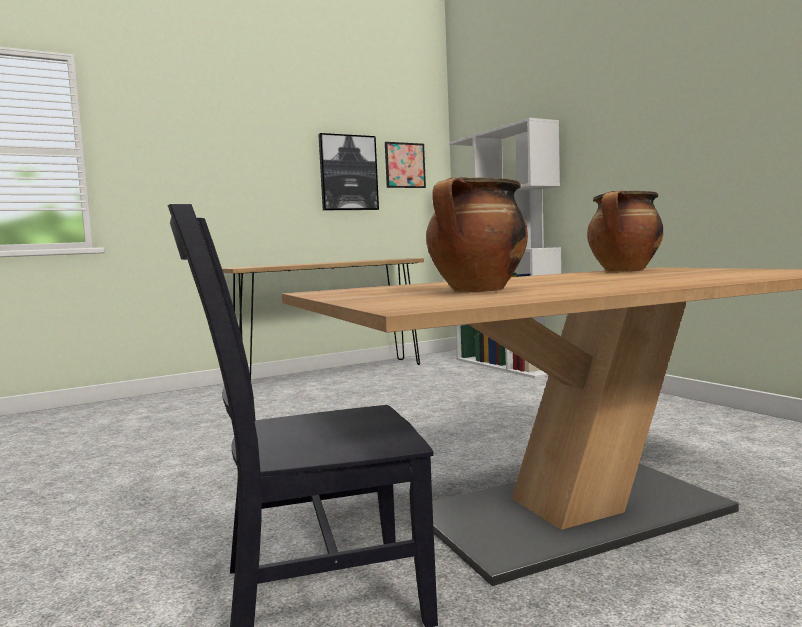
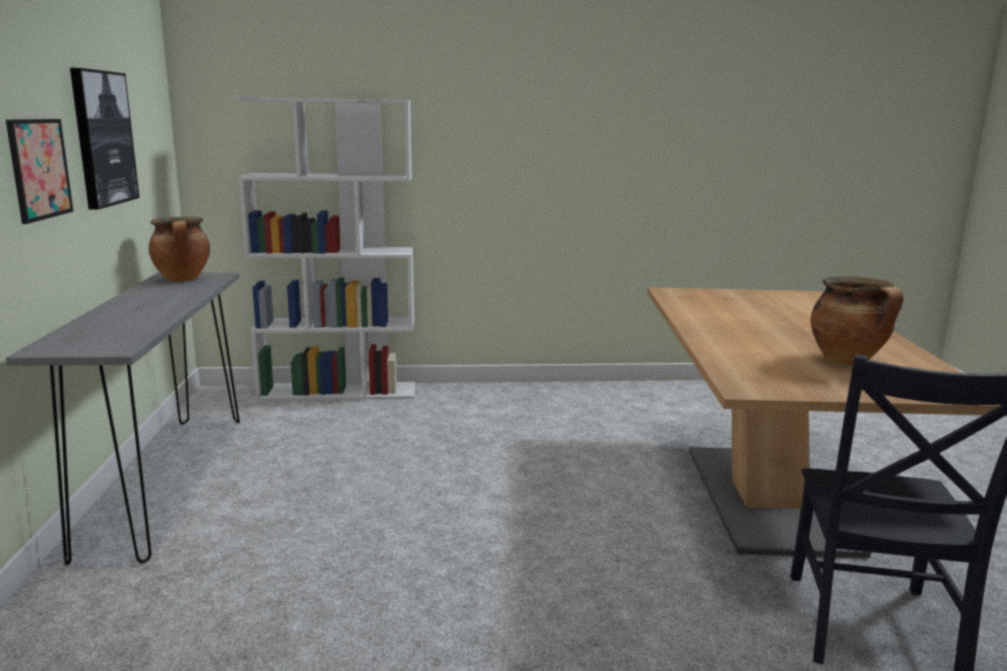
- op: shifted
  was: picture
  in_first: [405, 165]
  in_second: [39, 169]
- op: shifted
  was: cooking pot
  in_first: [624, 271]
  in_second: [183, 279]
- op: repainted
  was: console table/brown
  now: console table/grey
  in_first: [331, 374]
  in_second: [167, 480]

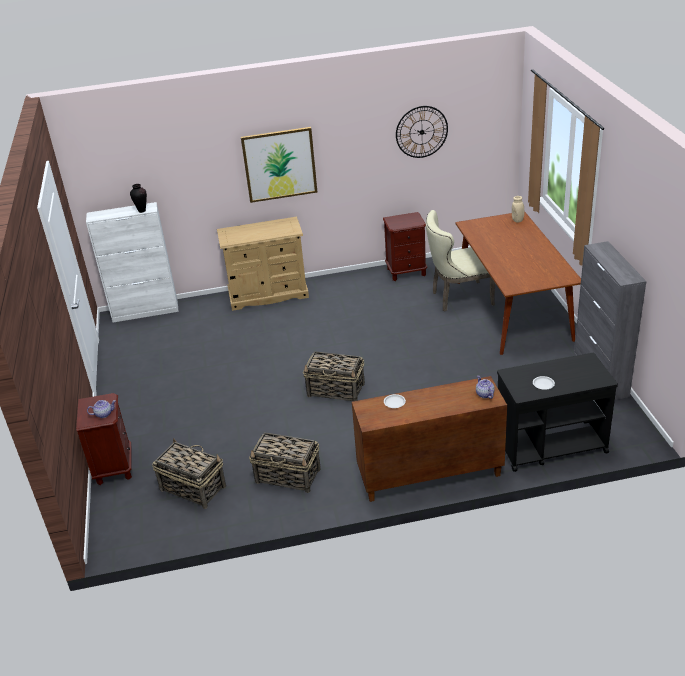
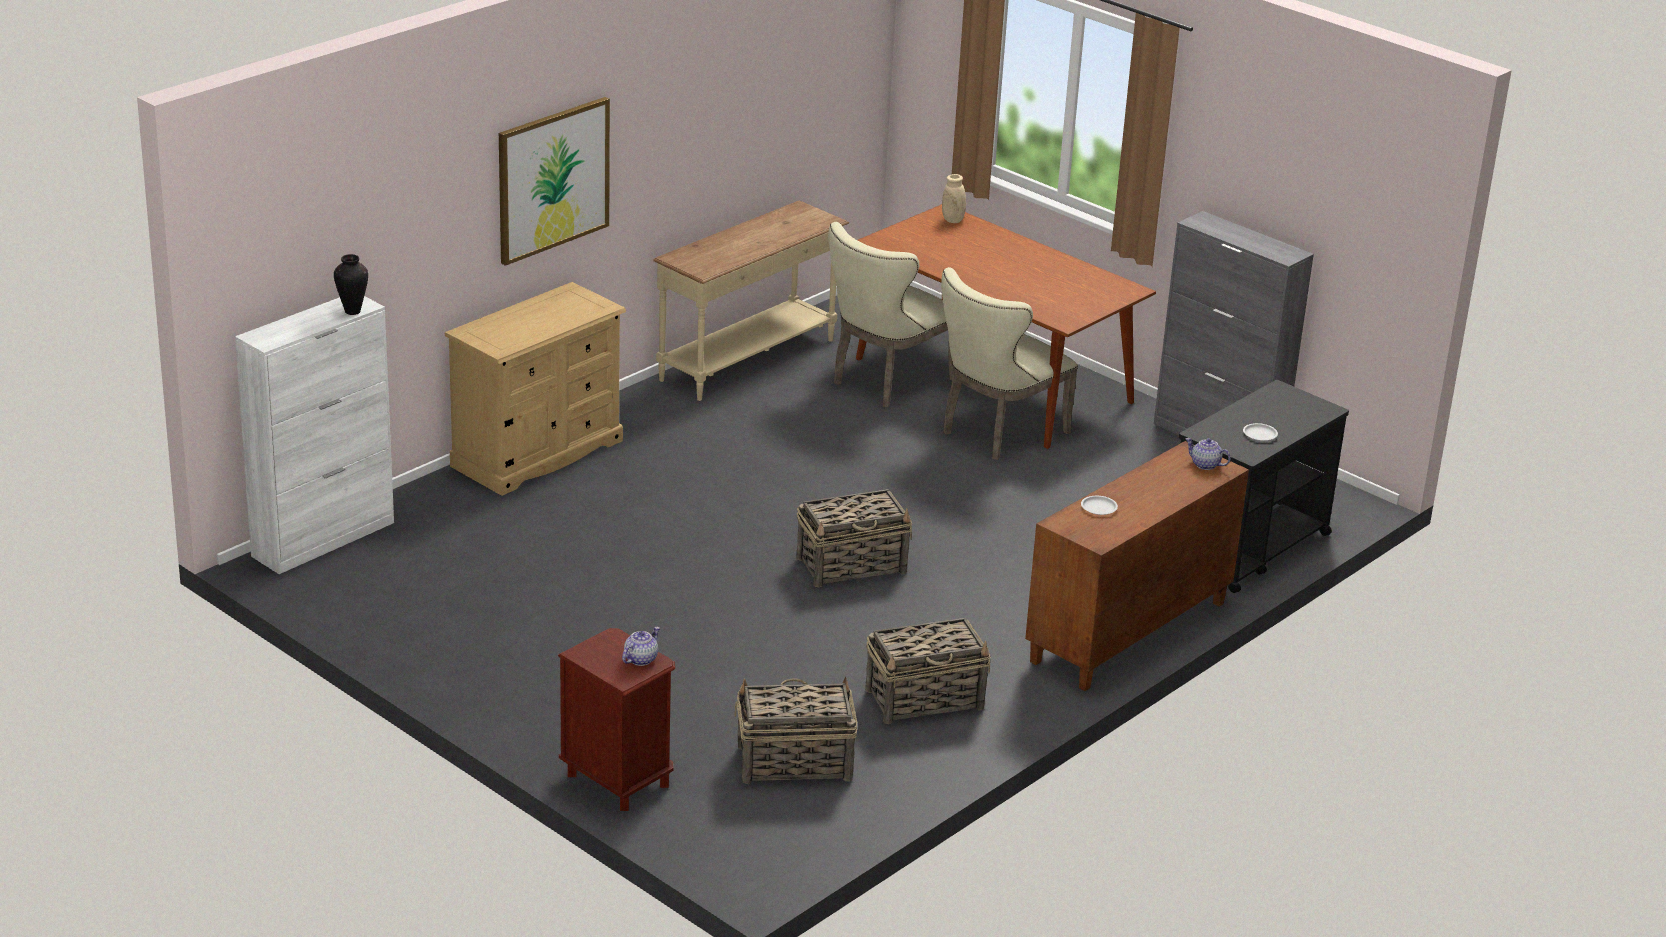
- op: gone
  was: wall clock
  in_first: [421, 132]
- op: swapped
  was: nightstand/brown
  now: console table/beige
  in_first: [406, 272]
  in_second: [749, 361]
- op: new
  now: chair/beige
  in_second: [997, 433]

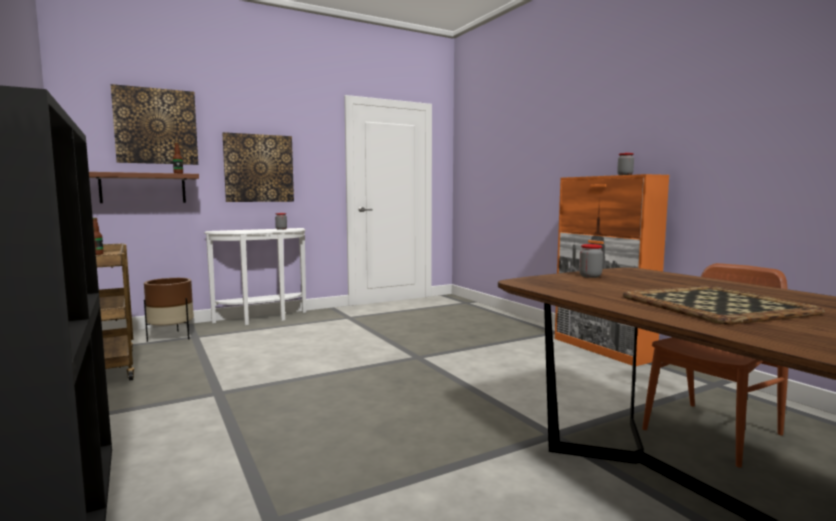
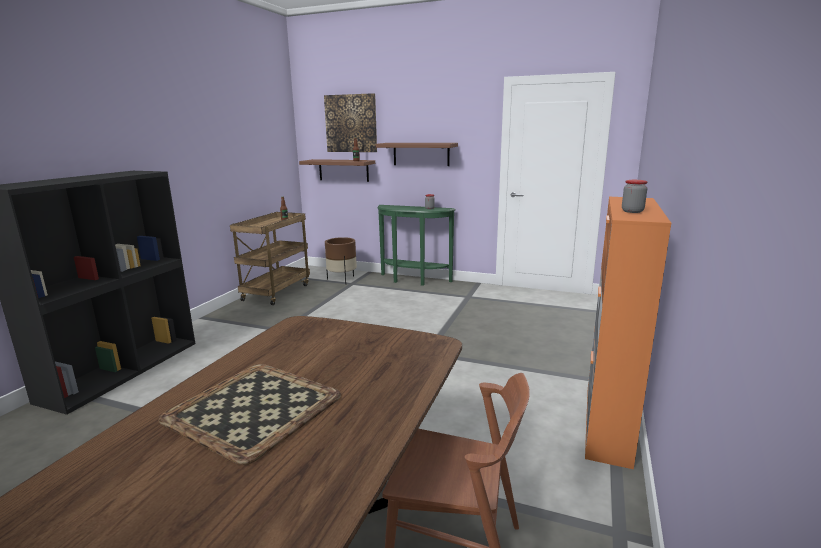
- op: swapped
  was: picture
  now: shelf/brown
  in_first: [259, 168]
  in_second: [421, 154]
- op: repainted
  was: console table/white
  now: console table/green
  in_first: [263, 319]
  in_second: [413, 280]
- op: gone
  was: jar
  in_first: [590, 276]

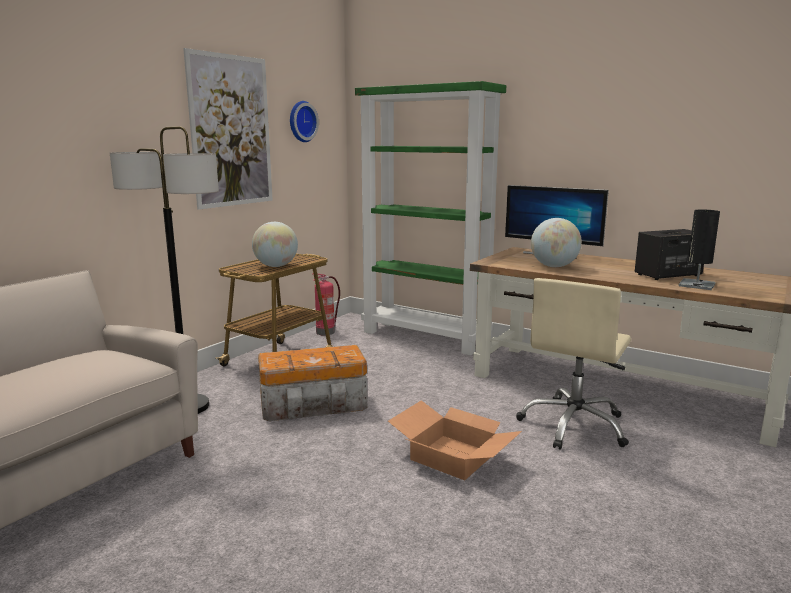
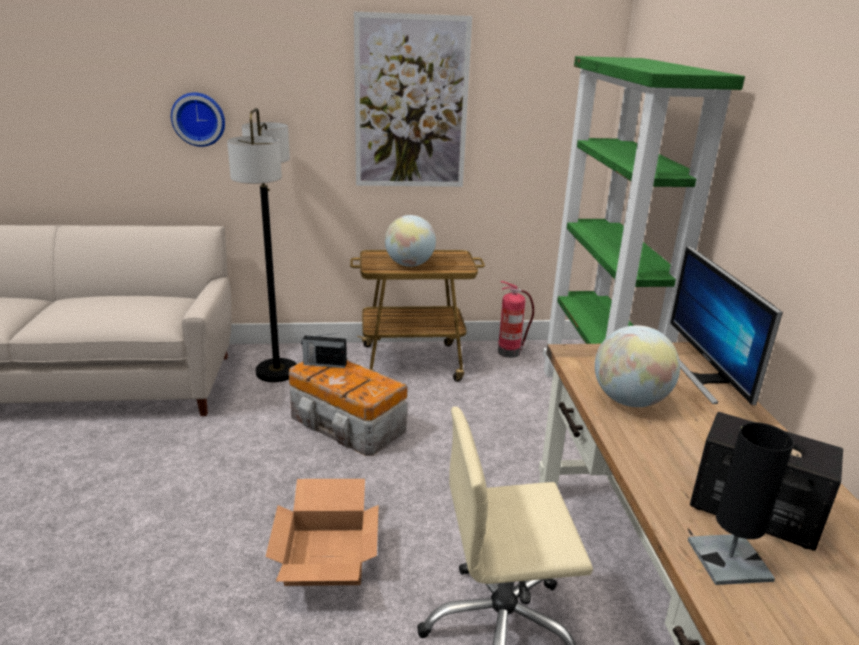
- op: shifted
  was: wall clock
  in_first: [301, 121]
  in_second: [199, 119]
- op: new
  now: radio
  in_second: [324, 364]

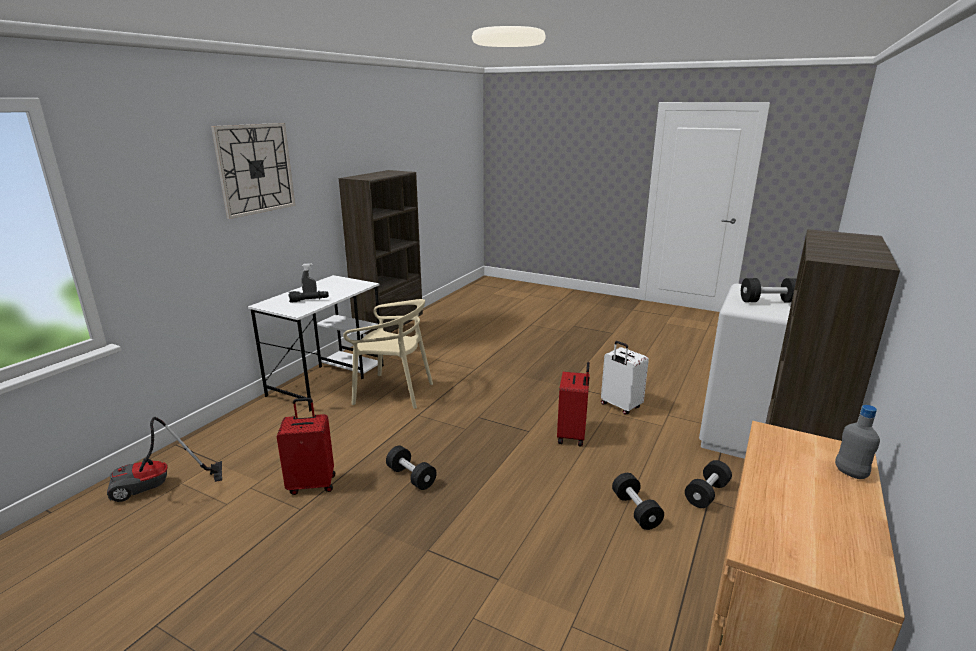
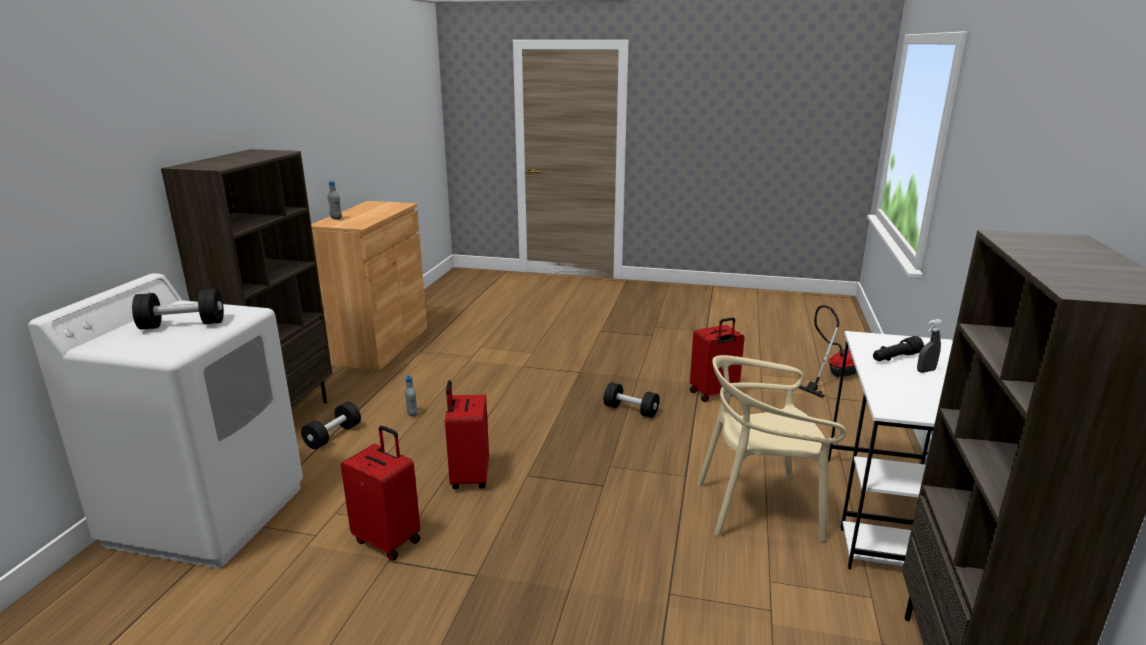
- op: gone
  was: wall clock
  in_first: [255, 169]
- op: repainted
  was: suitcase/white
  now: suitcase/red
  in_first: [620, 406]
  in_second: [388, 540]
- op: swapped
  was: dumbbell/black
  now: bottle/grey
  in_first: [635, 510]
  in_second: [412, 414]

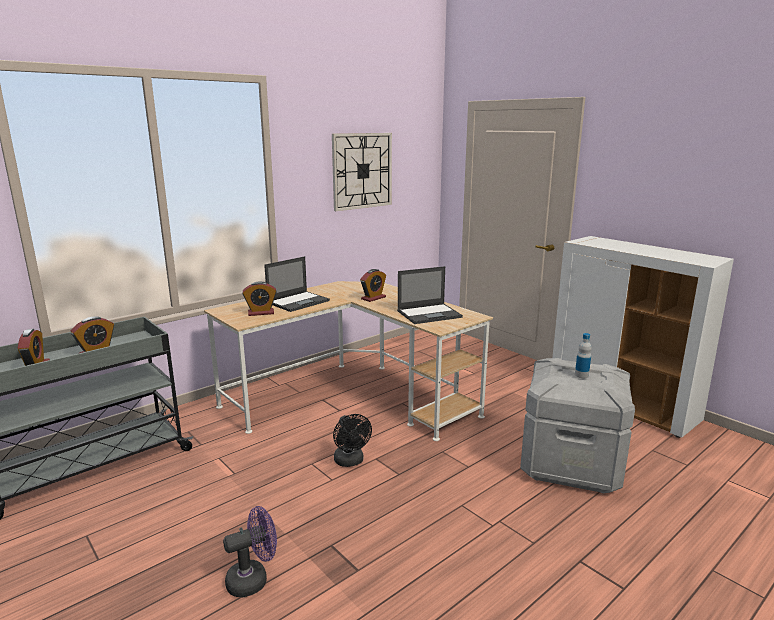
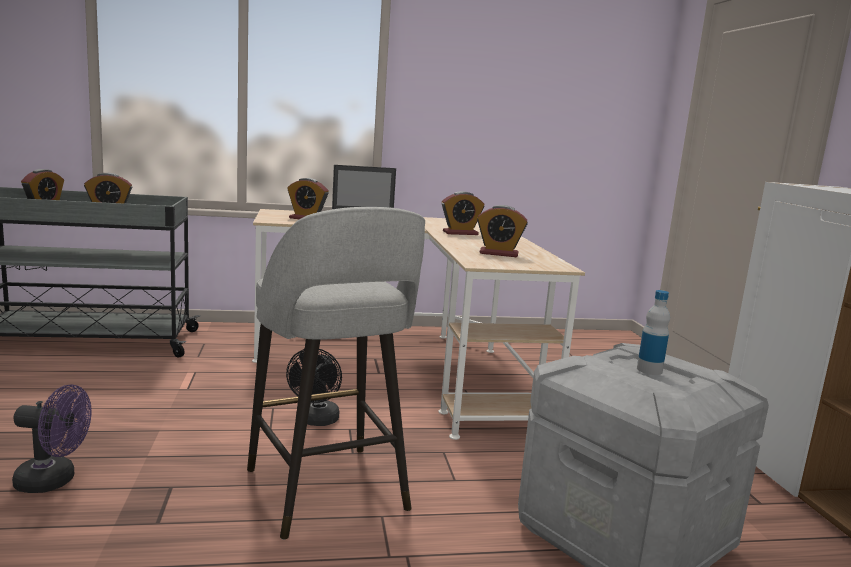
- op: gone
  was: wall clock
  in_first: [362, 171]
- op: swapped
  was: laptop
  now: alarm clock
  in_first: [429, 314]
  in_second: [498, 253]
- op: new
  now: stool/grey
  in_second: [328, 492]

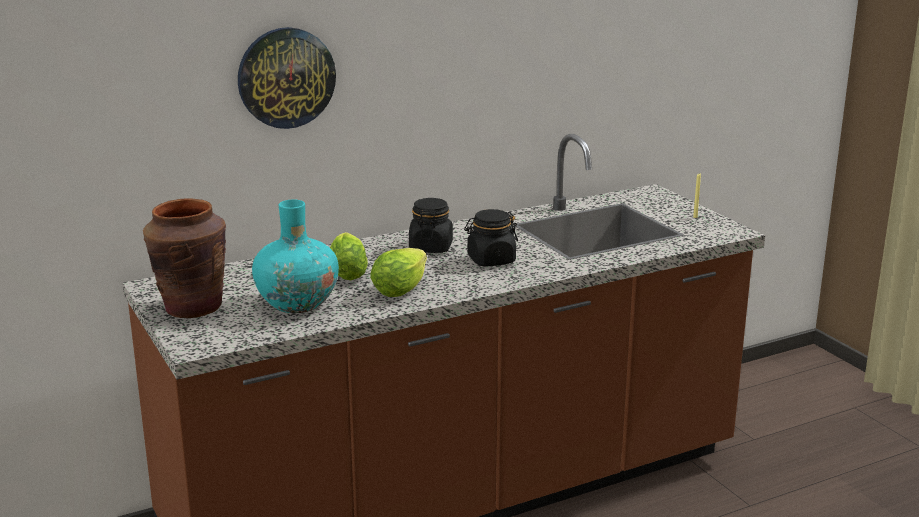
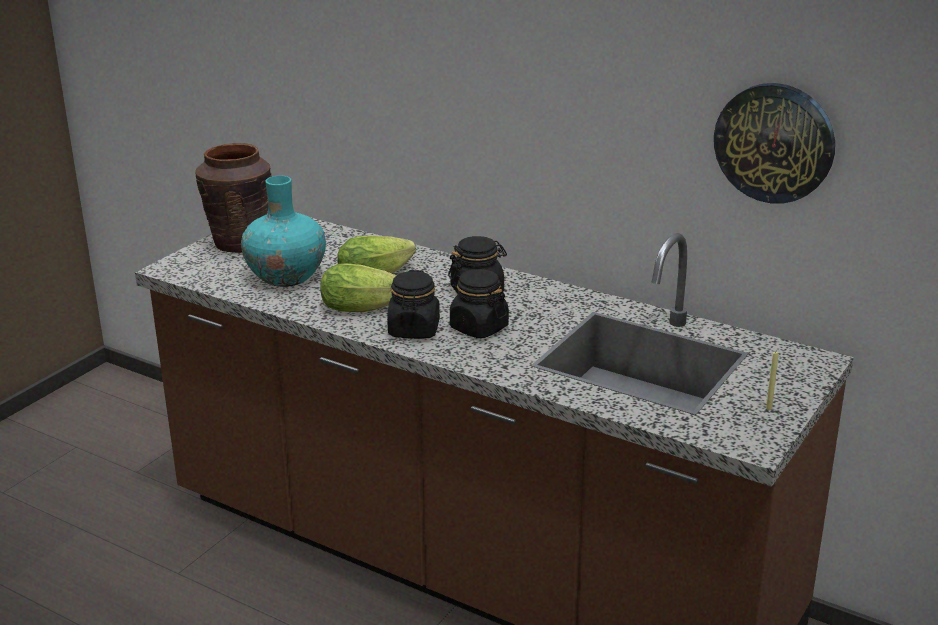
- op: shifted
  was: wall clock
  in_first: [286, 77]
  in_second: [774, 142]
- op: new
  now: jar/black
  in_second: [414, 330]

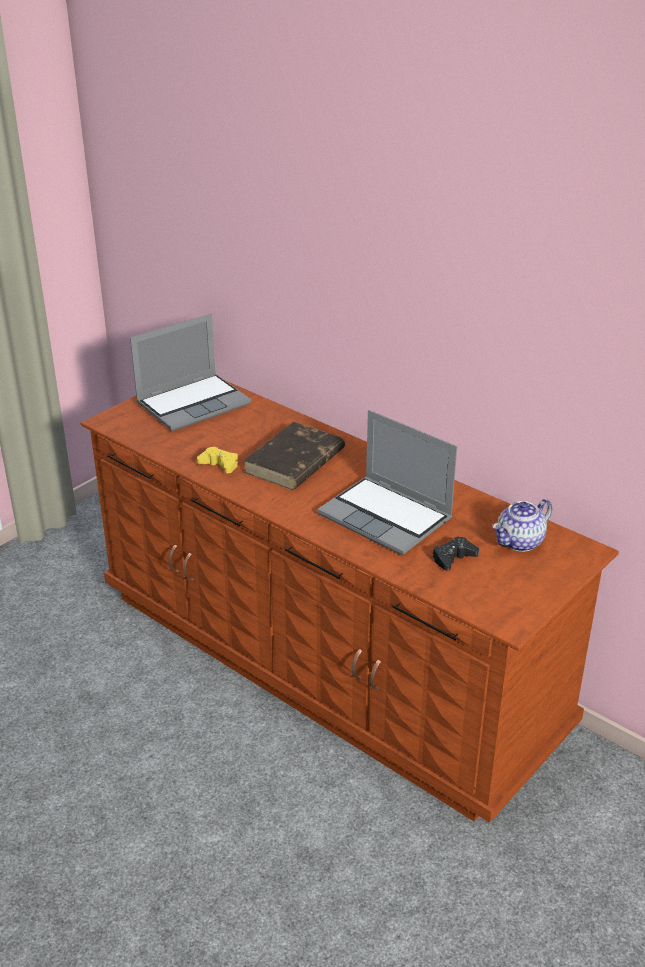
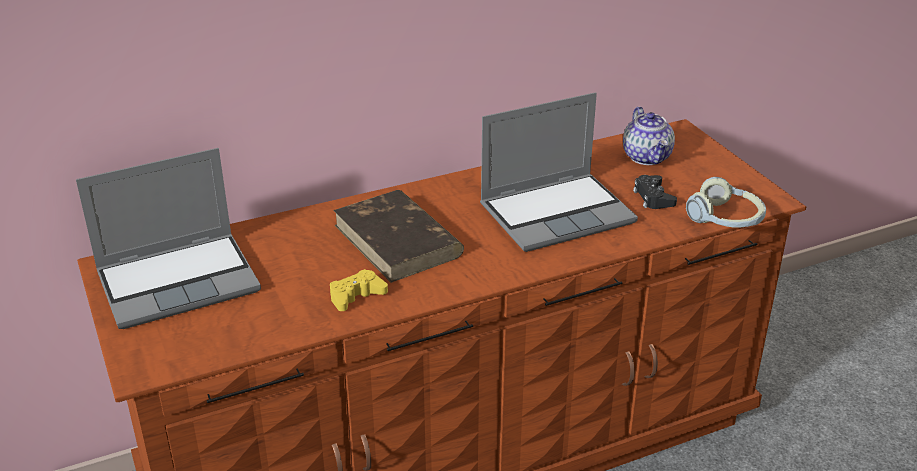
- op: rotated
  was: laptop
  in_first: [194, 403]
  in_second: [180, 281]
  clockwise: 75
- op: new
  now: headphones
  in_second: [726, 219]

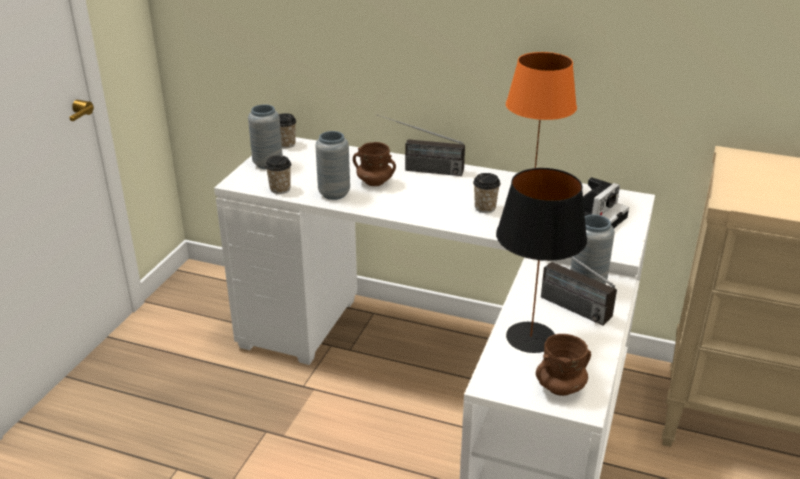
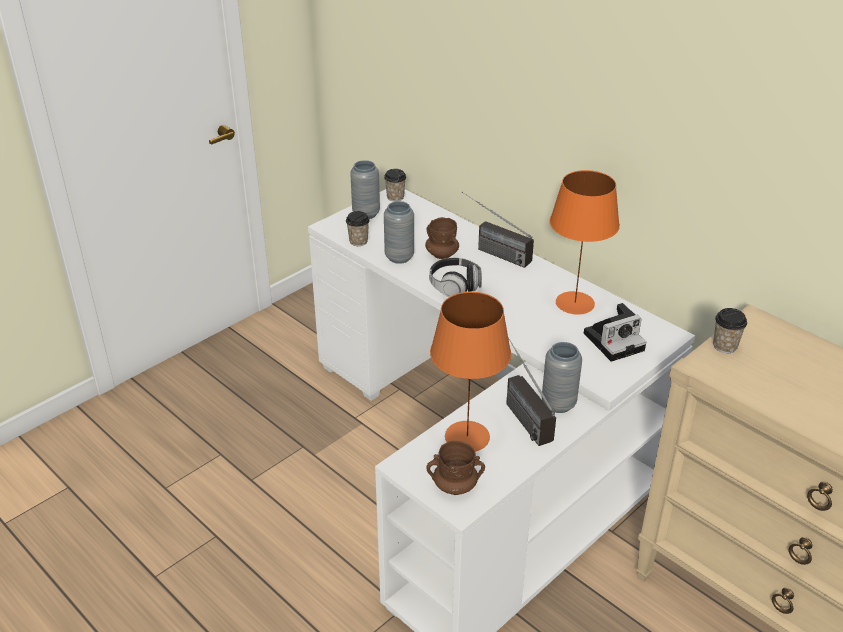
- op: repainted
  was: table lamp/black
  now: table lamp/orange
  in_first: [530, 337]
  in_second: [466, 436]
- op: shifted
  was: cup
  in_first: [485, 208]
  in_second: [725, 346]
- op: new
  now: headphones
  in_second: [455, 286]

